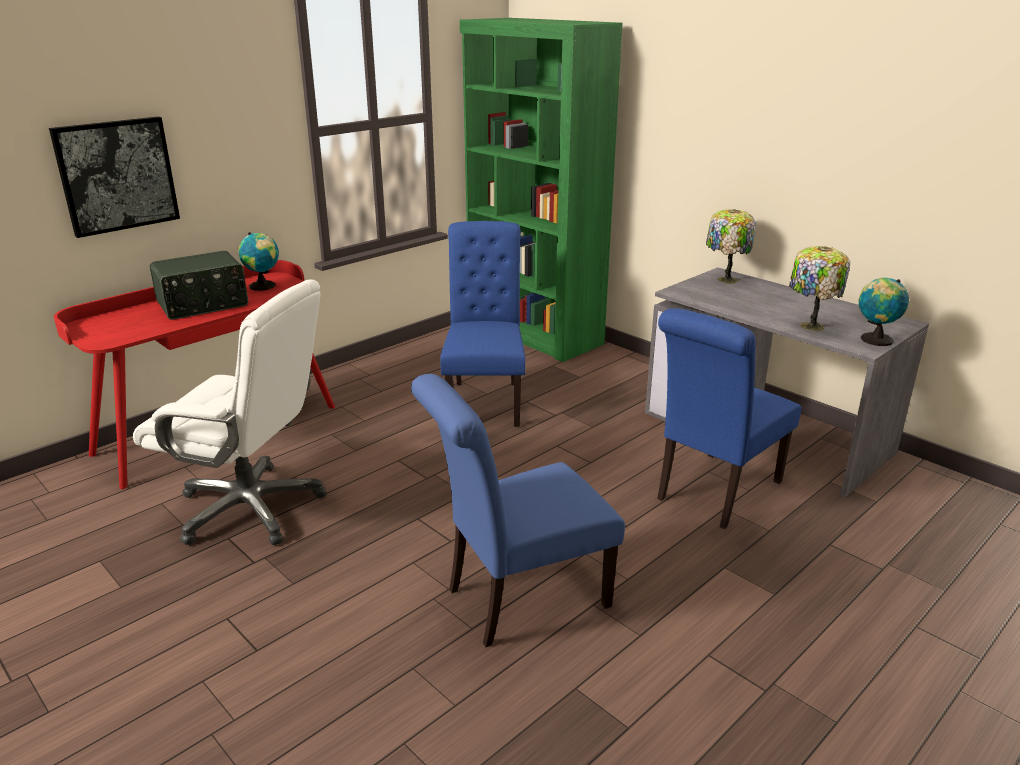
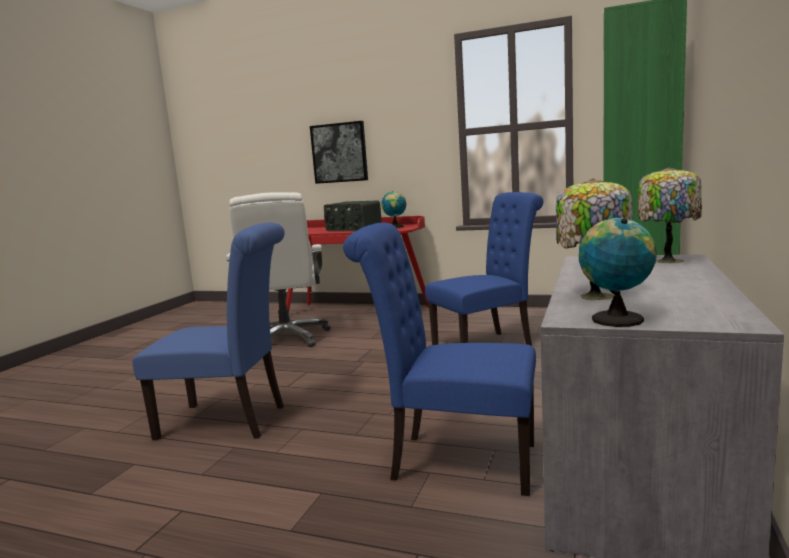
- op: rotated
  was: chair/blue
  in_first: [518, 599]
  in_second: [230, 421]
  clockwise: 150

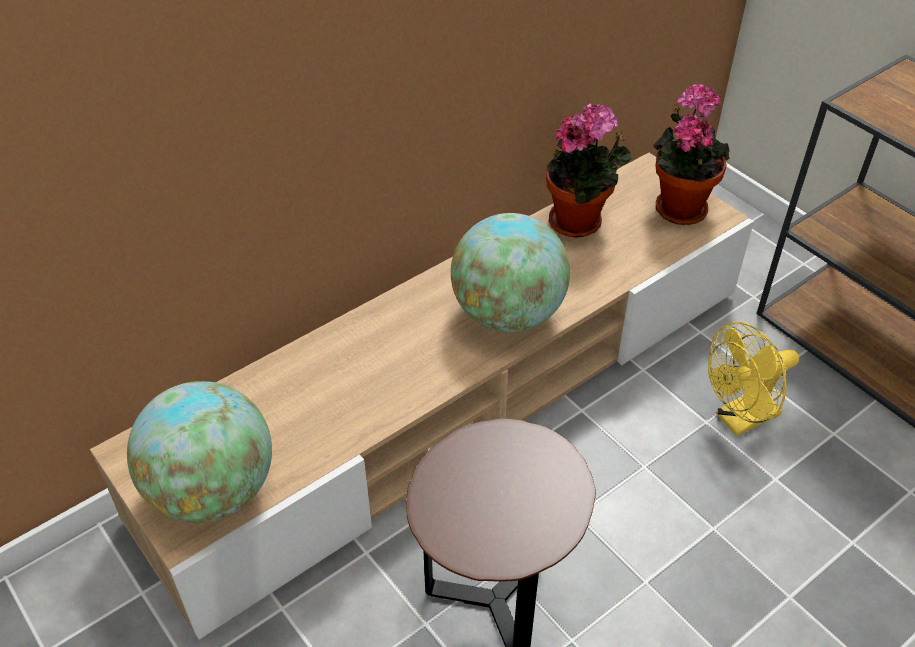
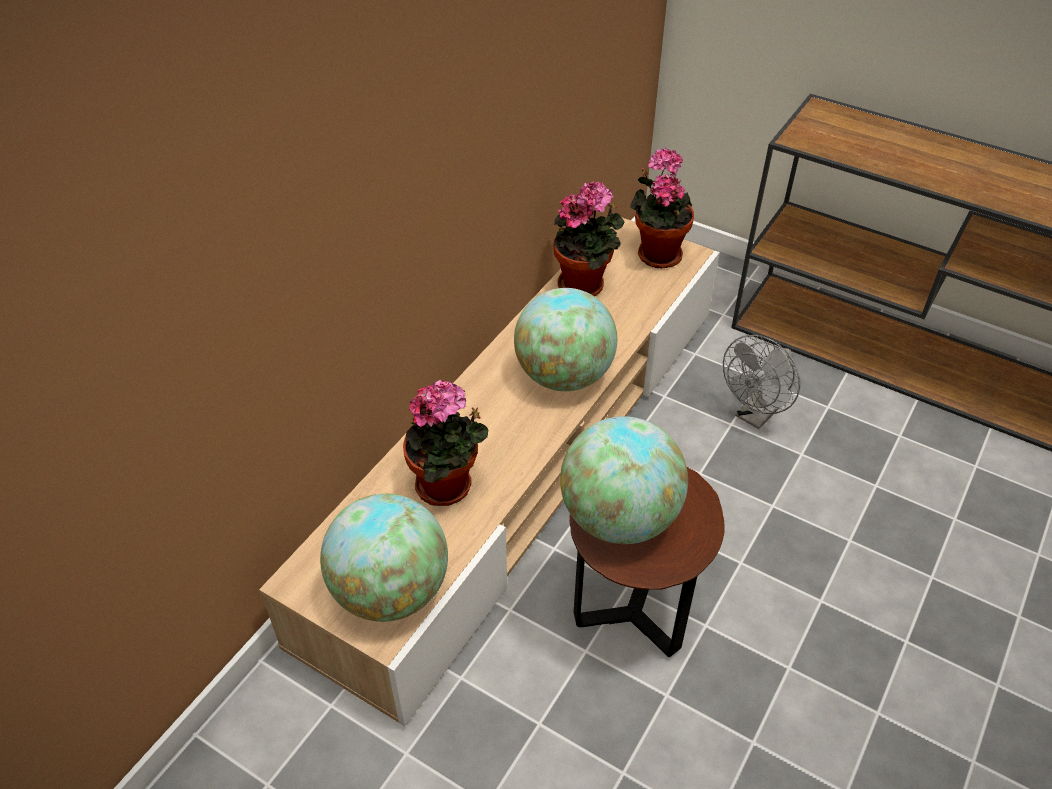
- op: repainted
  was: fan/yellow
  now: fan/grey
  in_first: [740, 419]
  in_second: [755, 415]
- op: new
  now: potted plant
  in_second: [448, 487]
- op: new
  now: globe
  in_second: [619, 518]

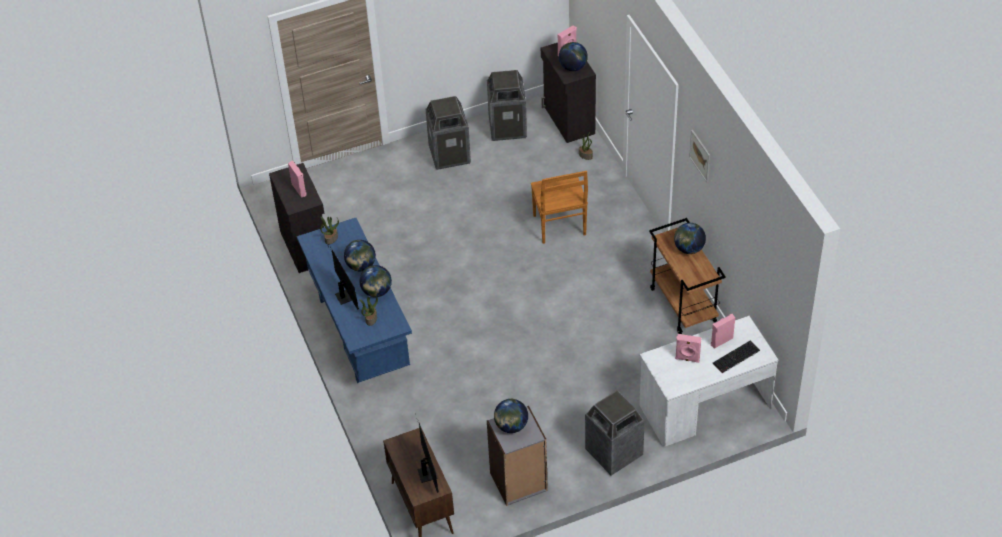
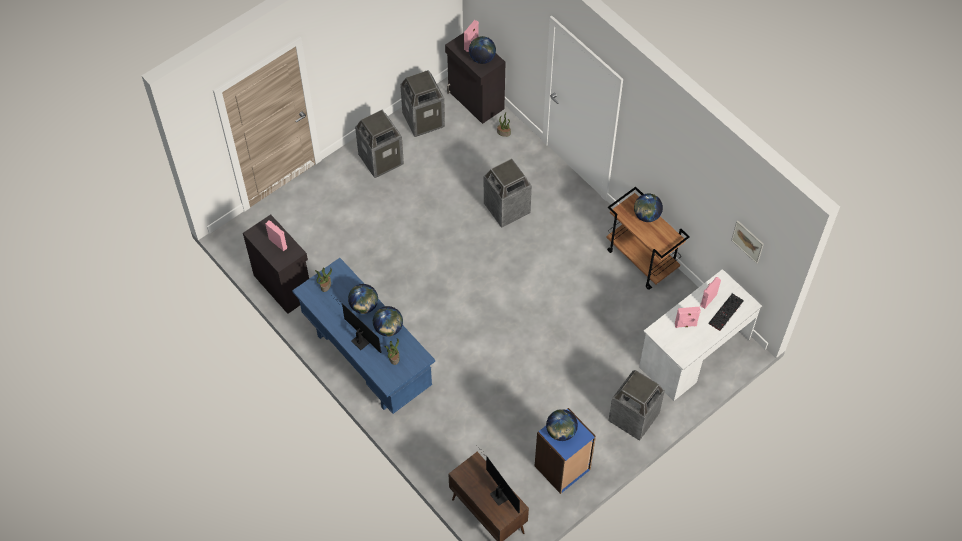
- op: shifted
  was: picture
  in_first: [700, 155]
  in_second: [747, 241]
- op: swapped
  was: chair/brown
  now: trash can
  in_first: [559, 226]
  in_second: [506, 209]
- op: repainted
  was: bookcase/grey
  now: bookcase/blue
  in_first: [518, 482]
  in_second: [562, 468]

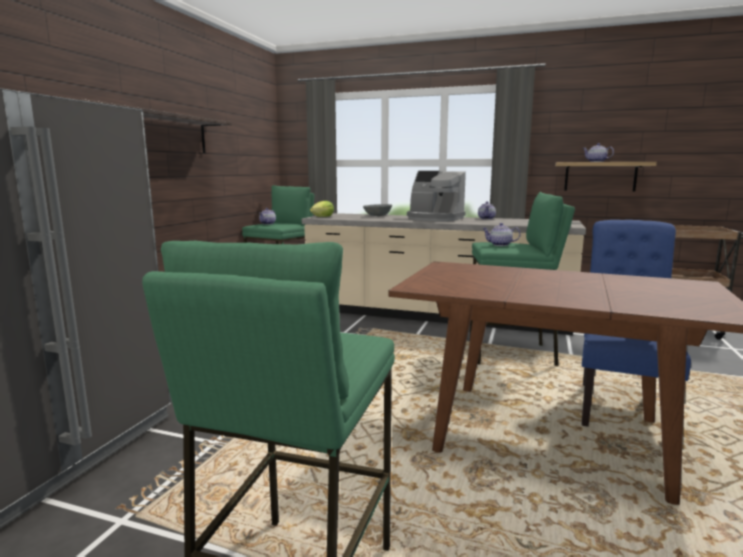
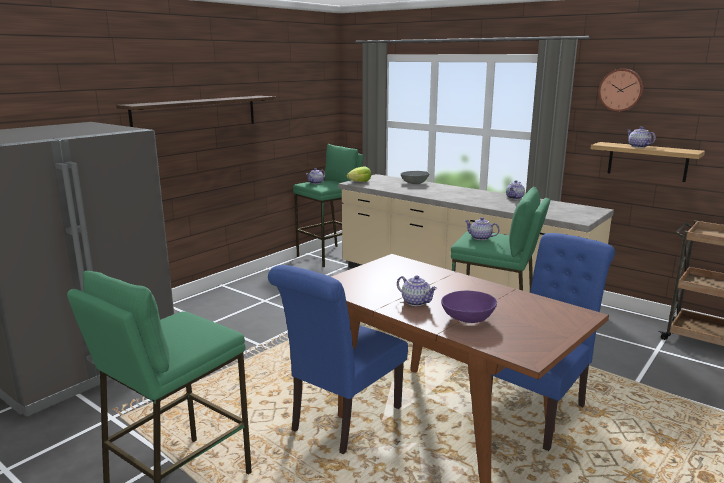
- op: gone
  was: coffee machine
  in_first: [434, 218]
- op: new
  now: wall clock
  in_second: [621, 90]
- op: new
  now: chair/blue
  in_second: [341, 422]
- op: new
  now: teapot
  in_second: [416, 302]
- op: new
  now: bowl/purple
  in_second: [468, 318]

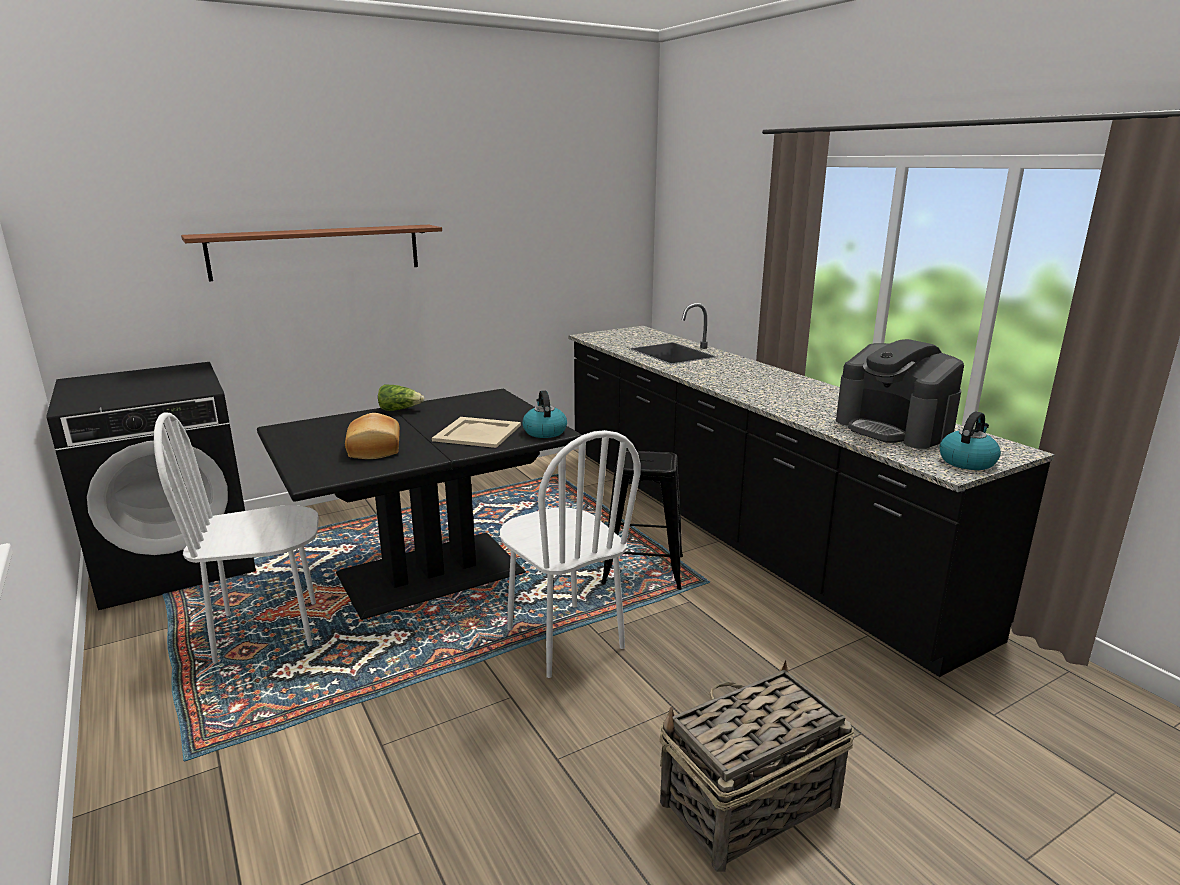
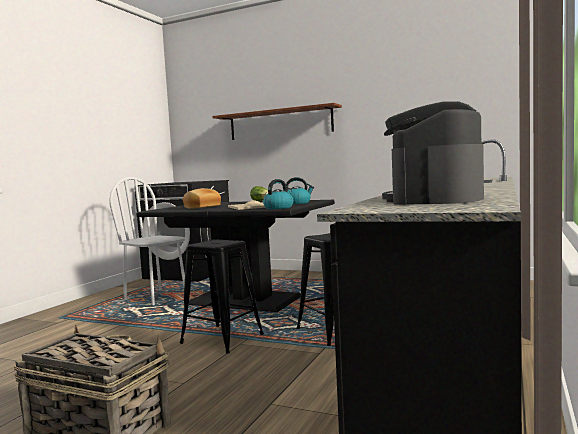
- op: shifted
  was: kettle
  in_first: [967, 461]
  in_second: [298, 203]
- op: swapped
  was: chair/white
  now: stool/black
  in_first: [564, 639]
  in_second: [222, 339]

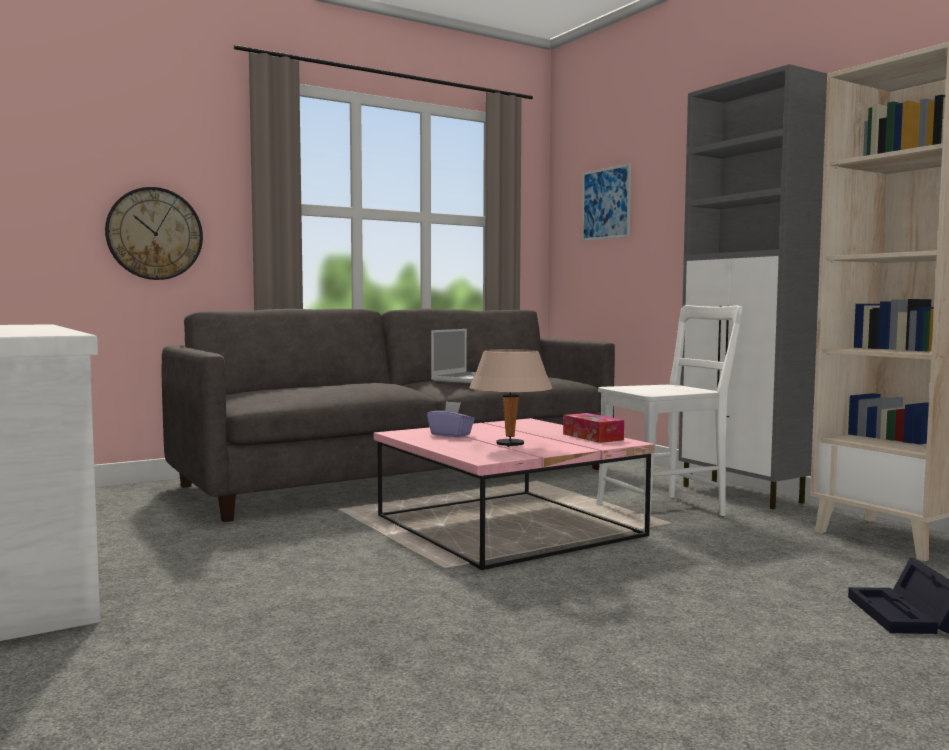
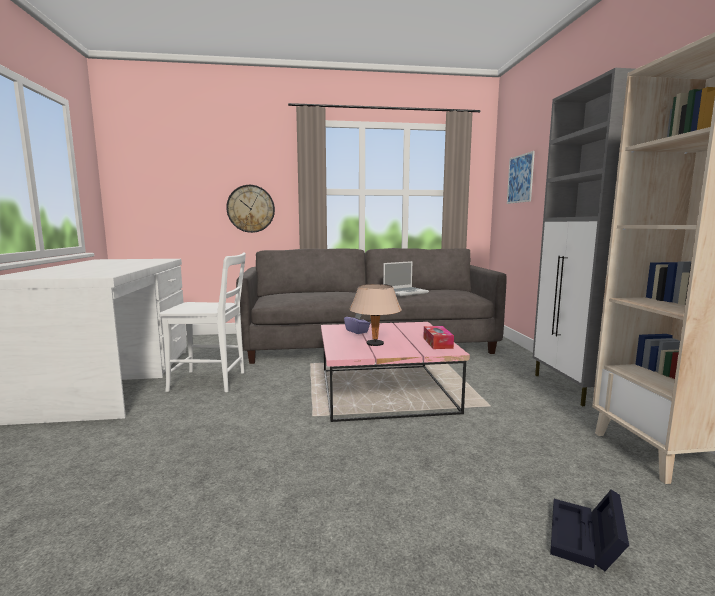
- op: shifted
  was: chair/white
  in_first: [666, 509]
  in_second: [212, 381]

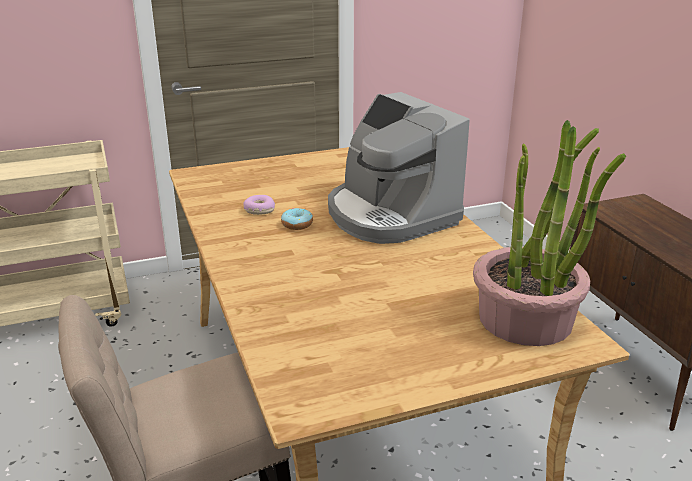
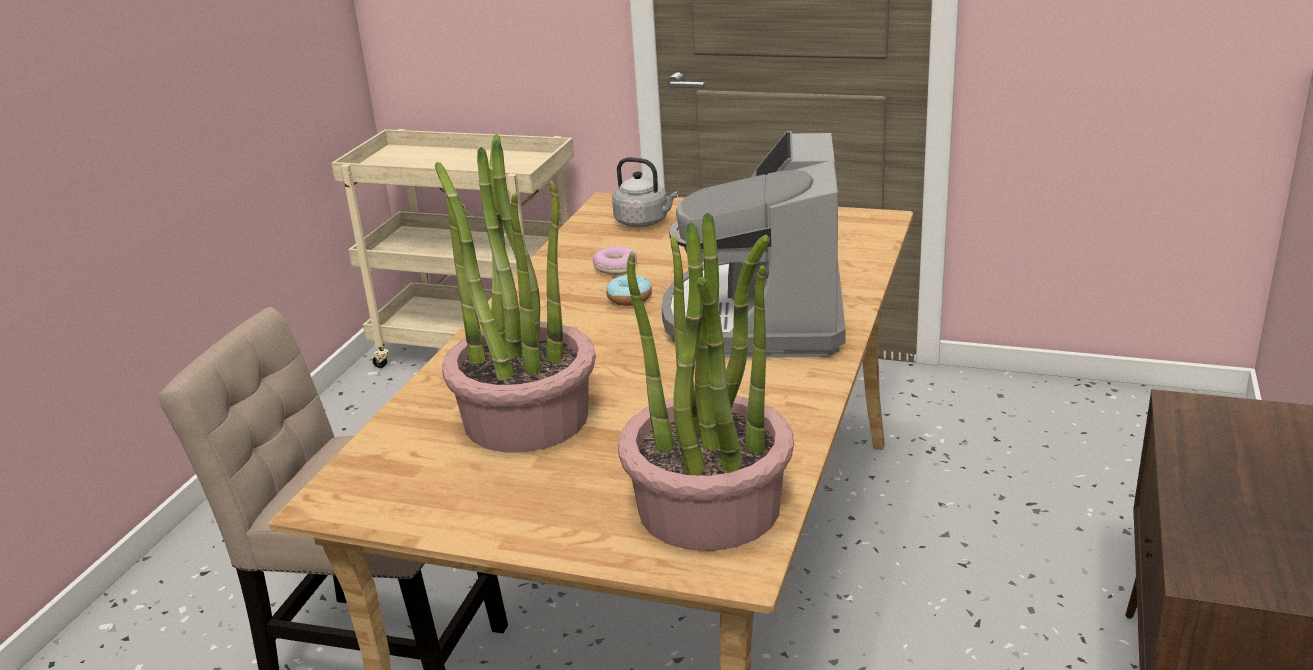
- op: new
  now: potted plant
  in_second: [526, 417]
- op: new
  now: kettle/grey
  in_second: [644, 222]

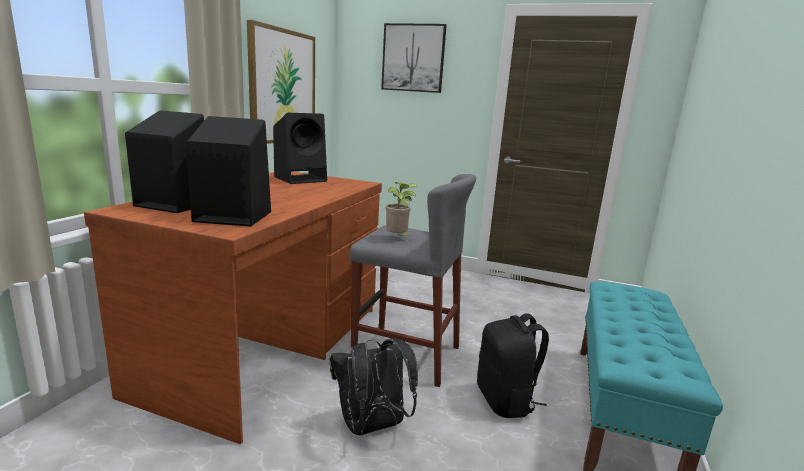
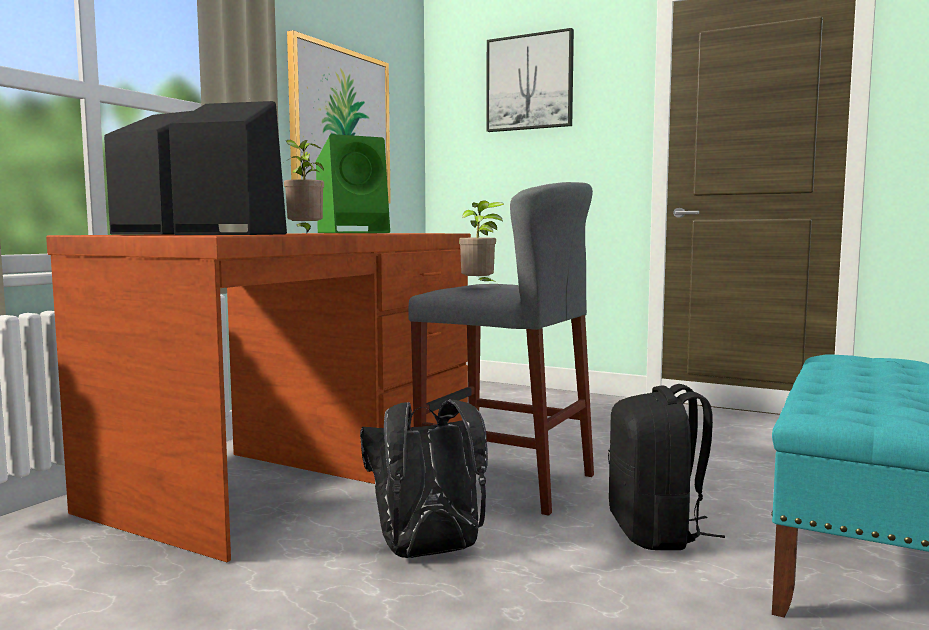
- op: repainted
  was: speaker/black
  now: speaker/green
  in_first: [301, 179]
  in_second: [355, 233]
- op: new
  now: potted plant
  in_second: [305, 234]

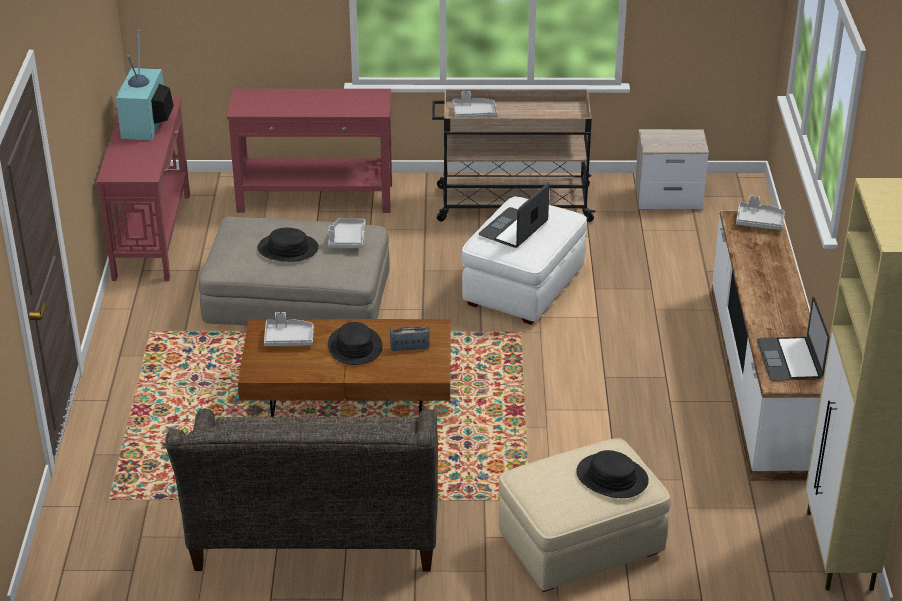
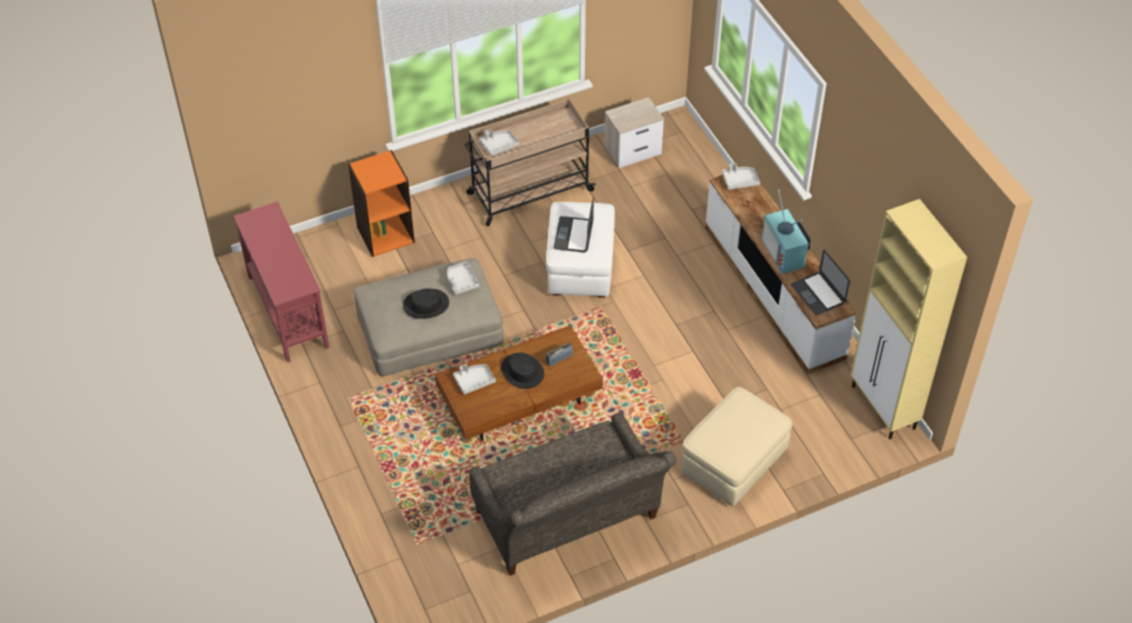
- op: shifted
  was: television
  in_first: [147, 124]
  in_second: [785, 253]
- op: swapped
  was: console table/red
  now: bookcase/orange
  in_first: [316, 198]
  in_second: [385, 234]
- op: gone
  was: hat/black
  in_first: [612, 477]

